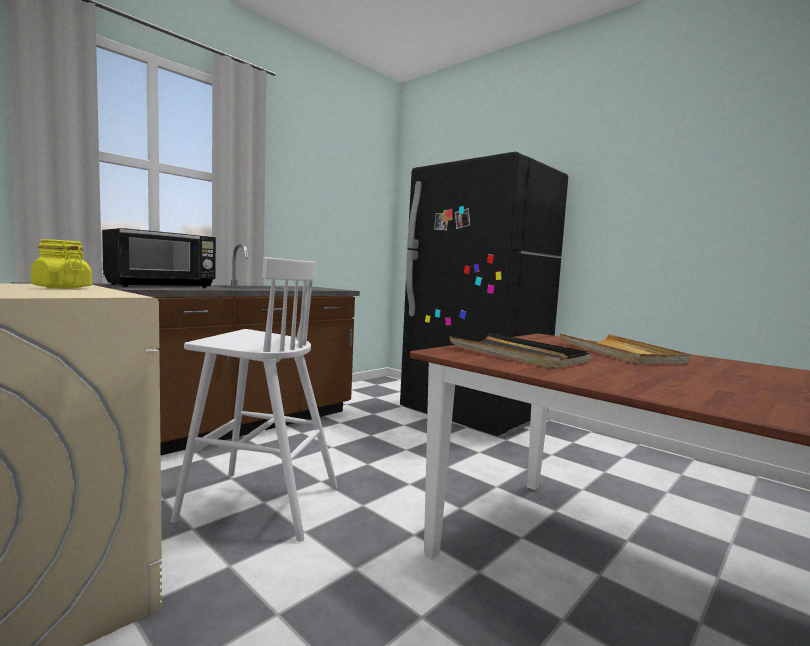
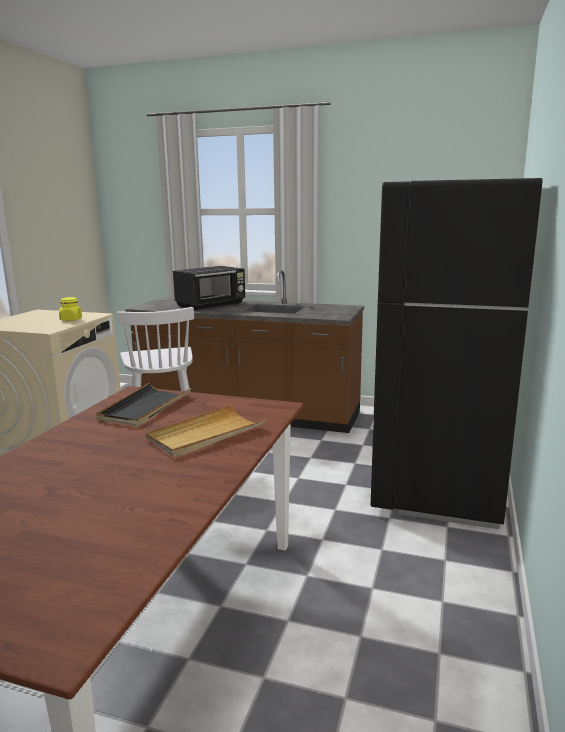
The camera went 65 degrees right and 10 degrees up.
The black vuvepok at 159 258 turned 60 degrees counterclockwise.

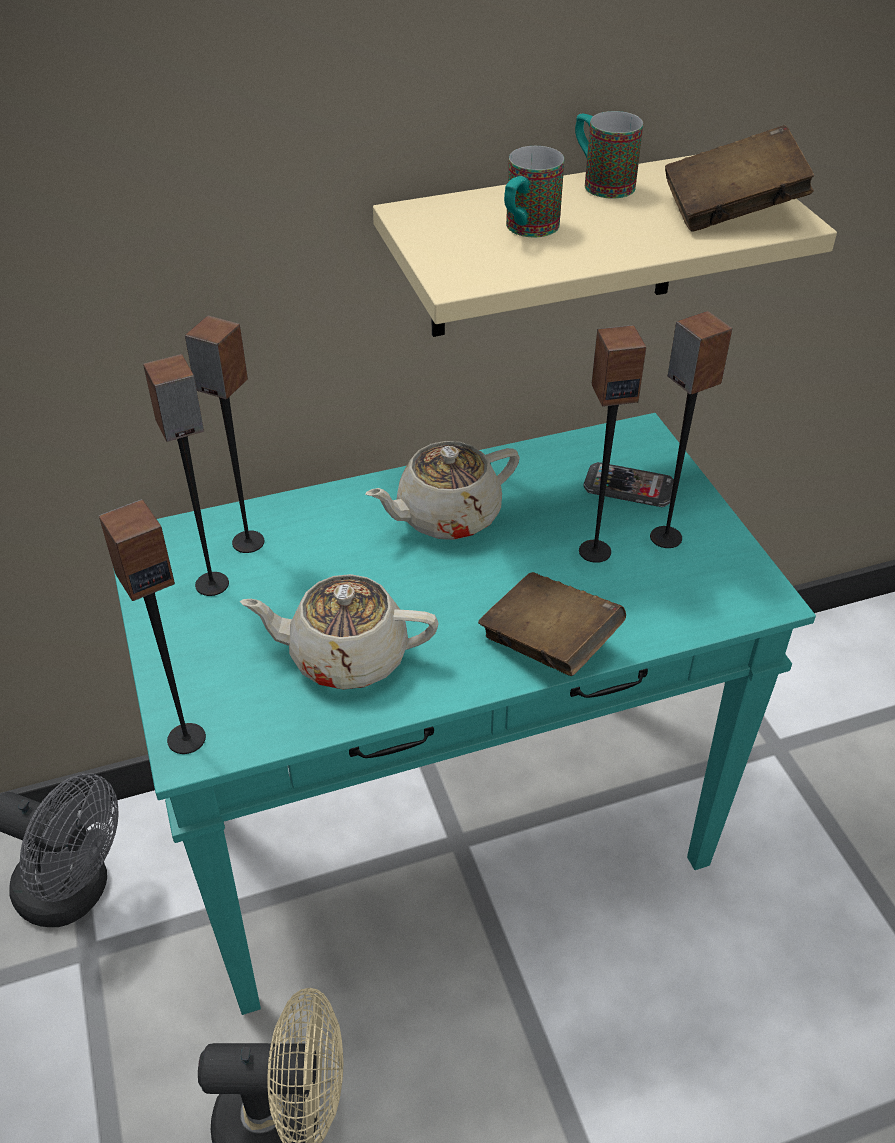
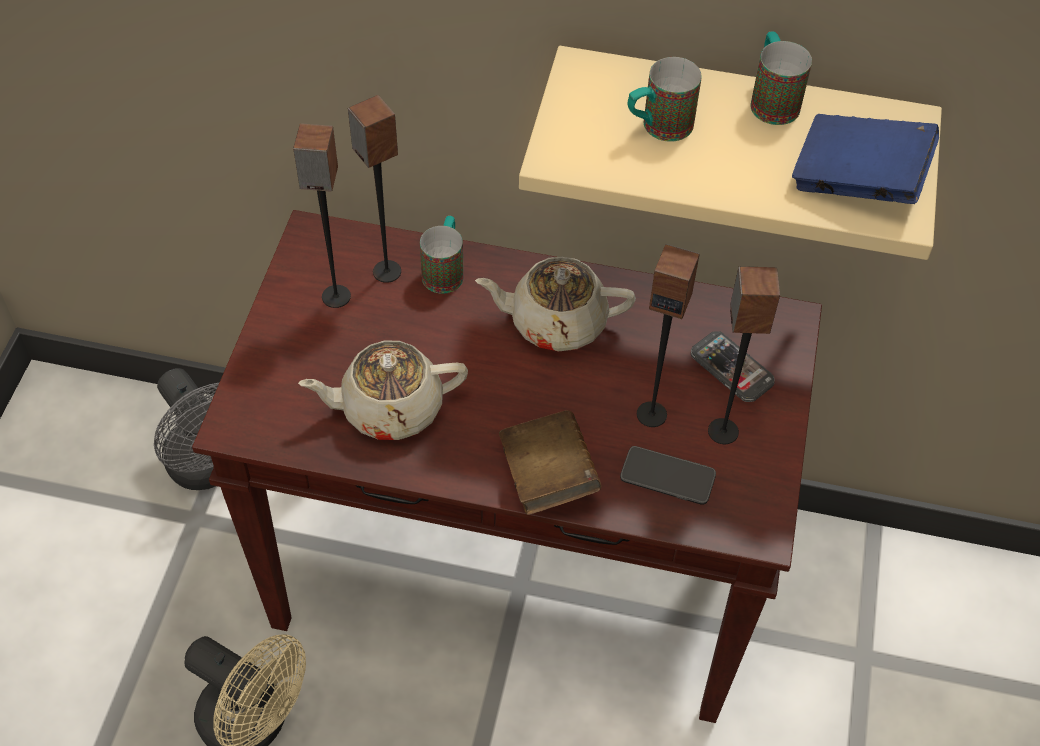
The camera went 30 degrees right and 10 degrees up.
The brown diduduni at 739 178 became the blue diduduni at 865 159.
The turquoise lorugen at 464 714 became the brown lorugen at 507 466.
The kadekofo at 152 626 disappeared.
The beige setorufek at 339 631 turned 45 degrees counterclockwise.
The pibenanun at 442 255 appeared.
The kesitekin at 668 475 appeared.

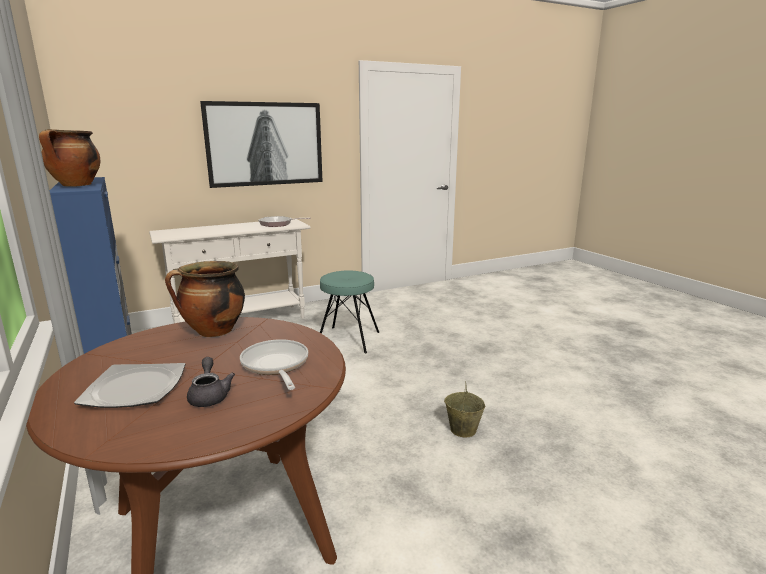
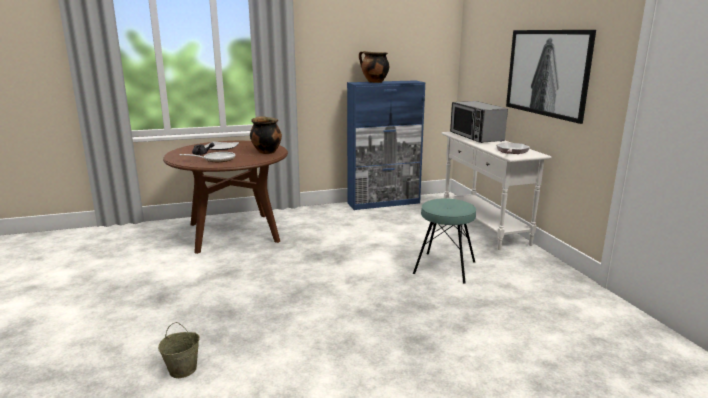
The camera went 100 degrees right and 0 degrees up.
The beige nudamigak moved from 464 410 to 179 350.
The vuvepok at 479 122 appeared.

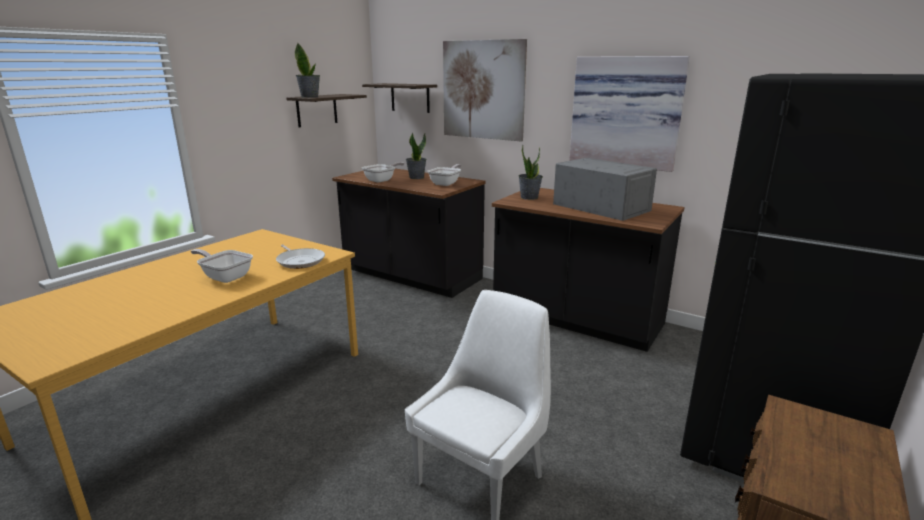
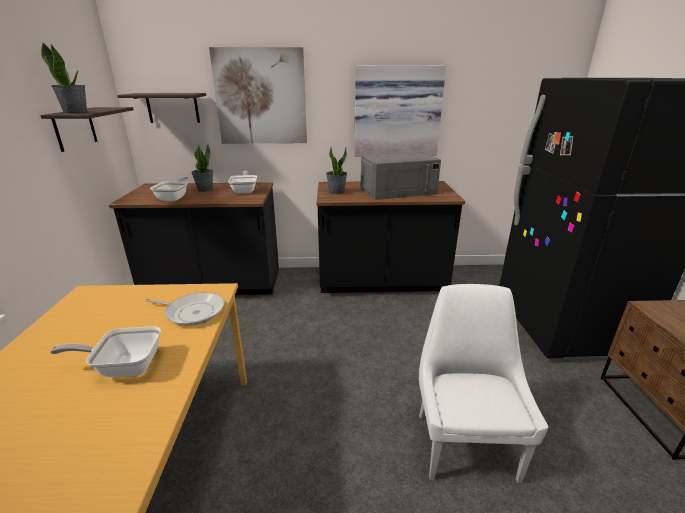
The camera went 35 degrees left and 5 degrees up.
The grey vuvepok at 605 189 turned 150 degrees clockwise.

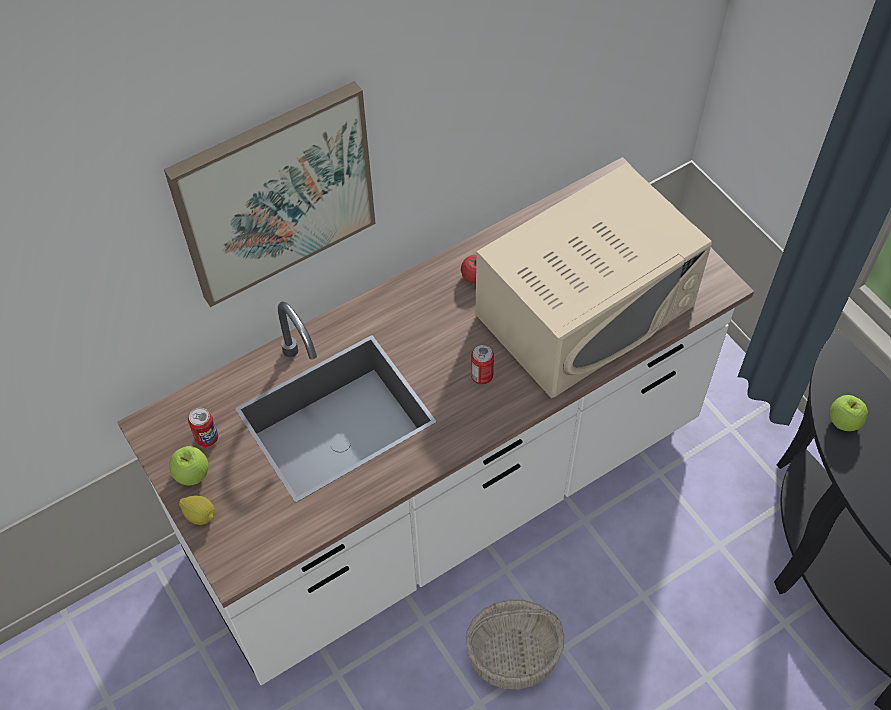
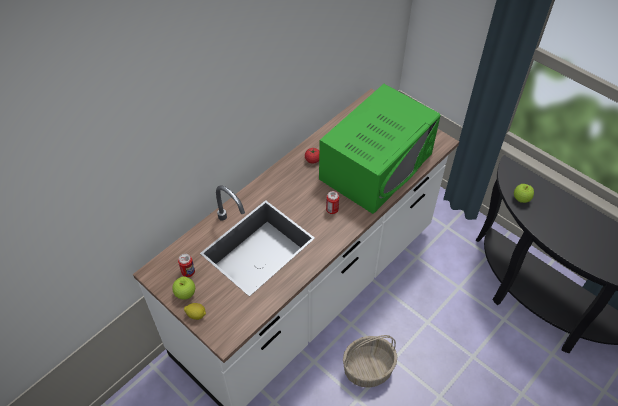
The camera went 15 degrees left and 5 degrees down.
The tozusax at 270 194 disappeared.
The beige vuvepok at 593 280 became the green vuvepok at 379 149.

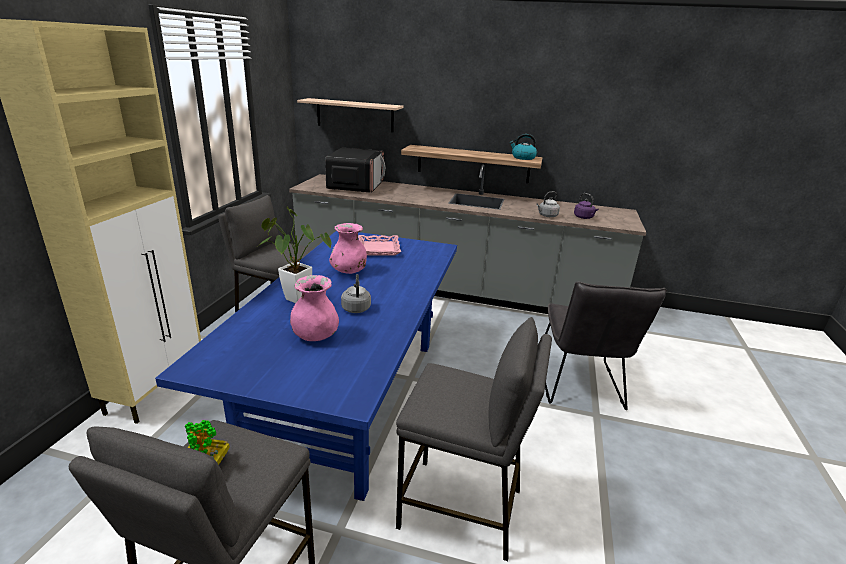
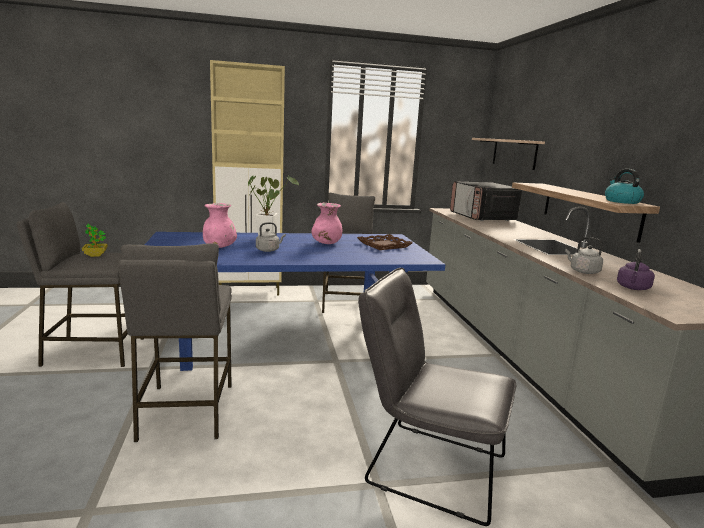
The camera went 65 degrees right and 10 degrees down.
The vuvepok at 355 170 turned 90 degrees clockwise.
The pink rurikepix at 379 245 became the brown rurikepix at 385 242.
The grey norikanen at 606 346 turned 45 degrees clockwise.

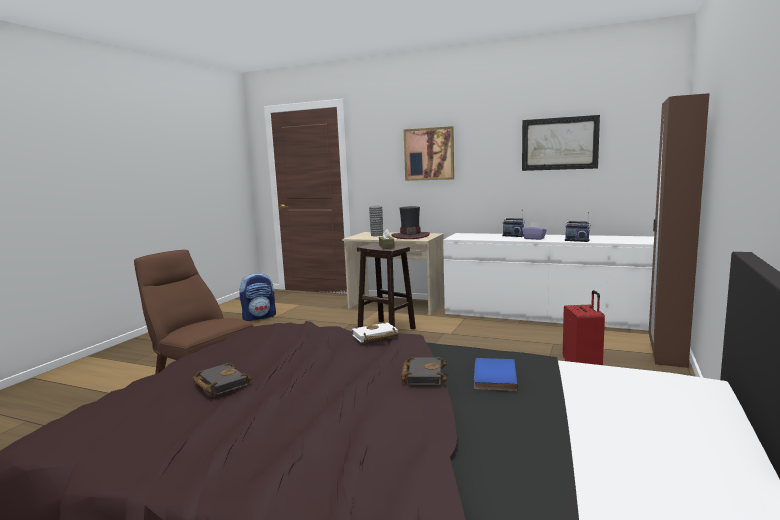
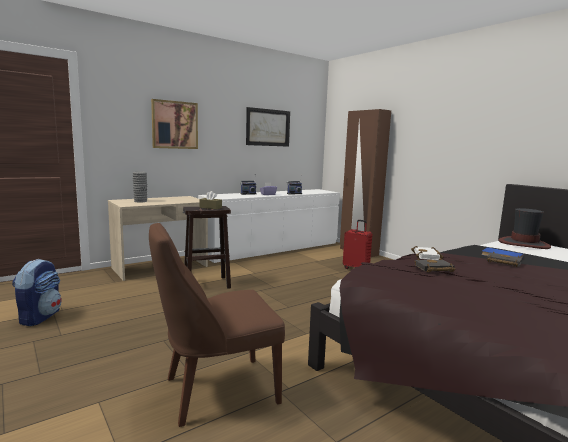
The camera went 60 degrees left and 0 degrees up.
The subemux moved from 410 222 to 525 228.
The black diduduni moved from 222 378 to 434 265.

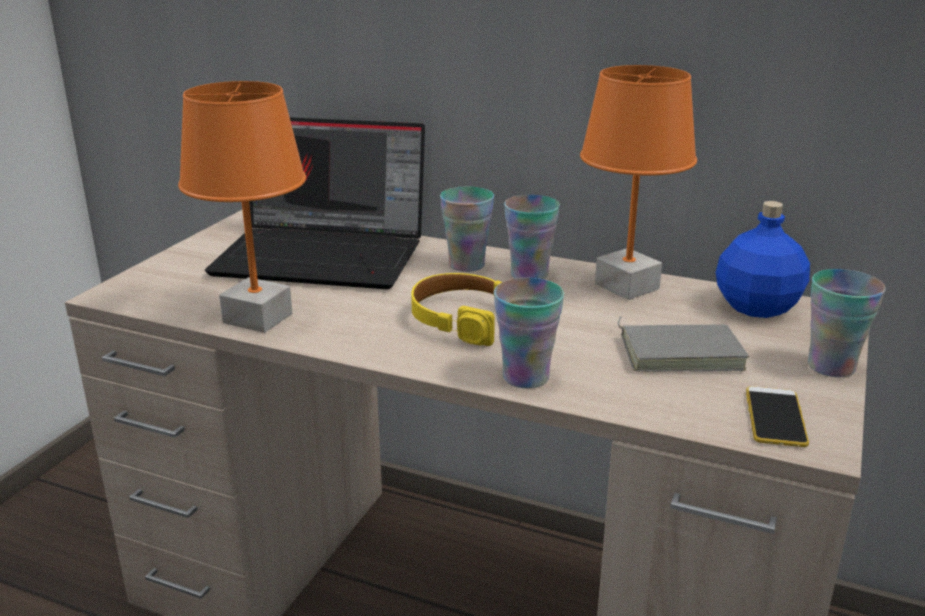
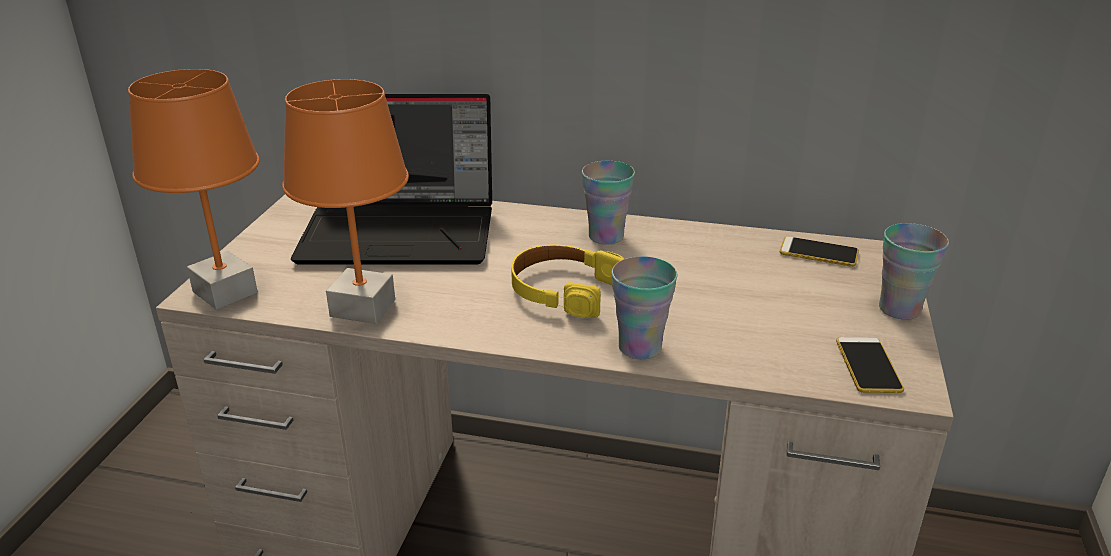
The camera went 10 degrees left and 5 degrees up.
The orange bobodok moved from 638 182 to 193 189.
The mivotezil at 467 229 disappeared.
The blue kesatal at 763 259 was replaced by the kesitekin at 819 251.
The grey diduduni at 683 344 disappeared.

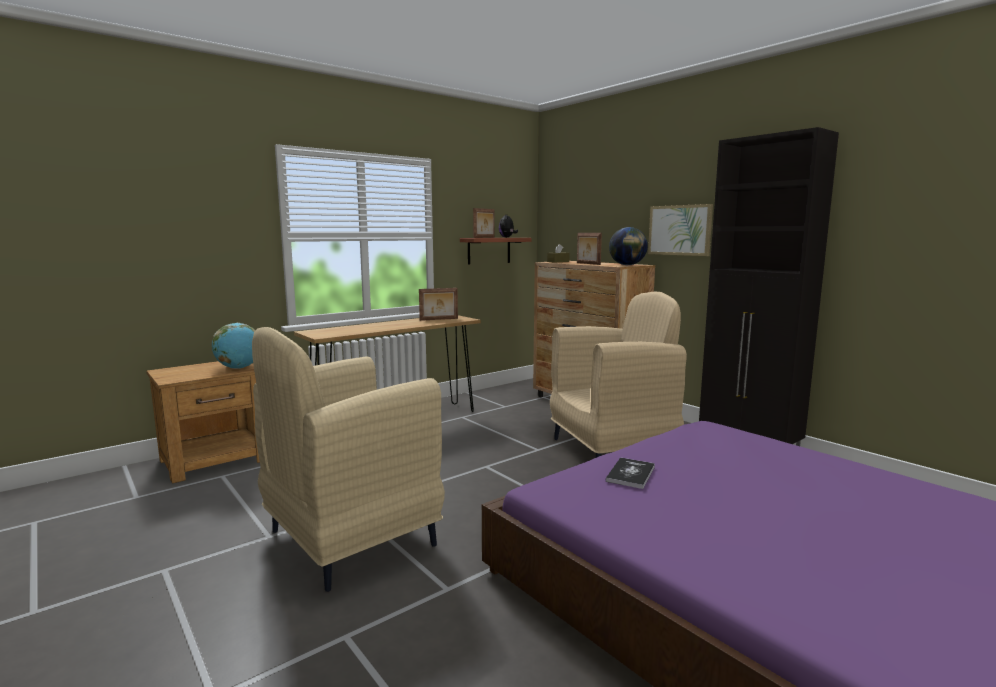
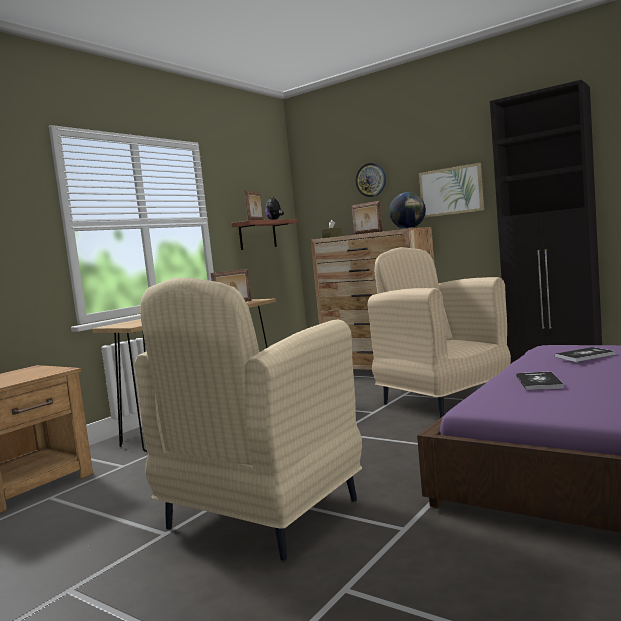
The camera went 15 degrees left and 5 degrees down.
The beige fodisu at 618 374 turned 90 degrees counterclockwise.
The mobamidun at 233 346 disappeared.
The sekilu at 371 180 appeared.
The diduduni at 585 354 appeared.

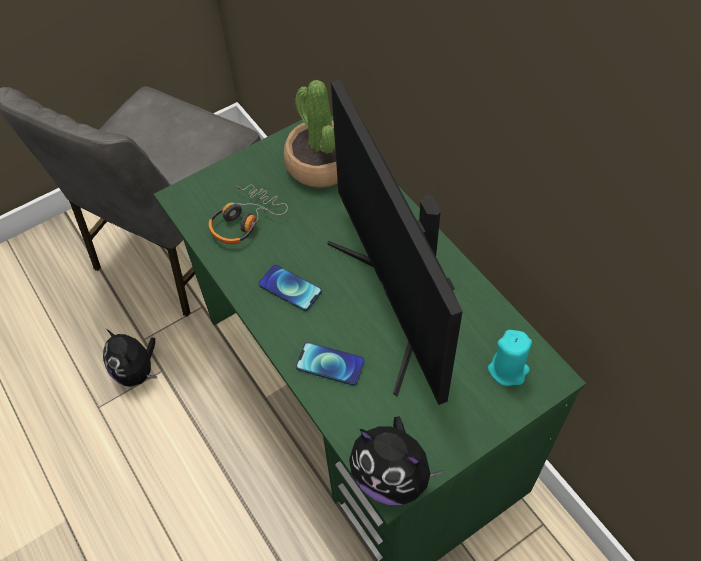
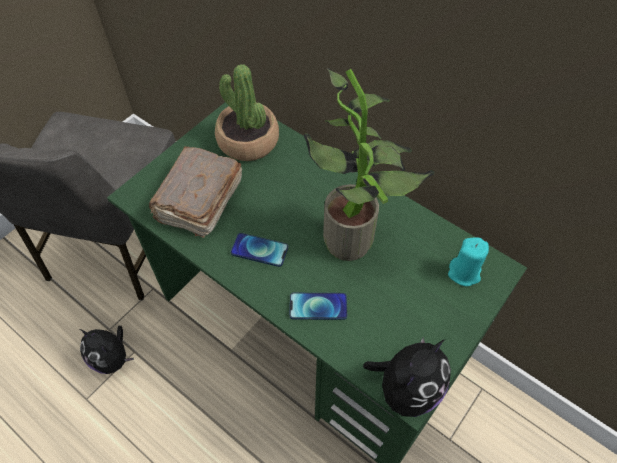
The camera went 20 degrees left and 0 degrees up.
The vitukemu at 395 242 was replaced by the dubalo at 369 164.
The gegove at 248 214 was replaced by the brown diduduni at 195 192.
The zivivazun at 396 460 turned 60 degrees counterclockwise.

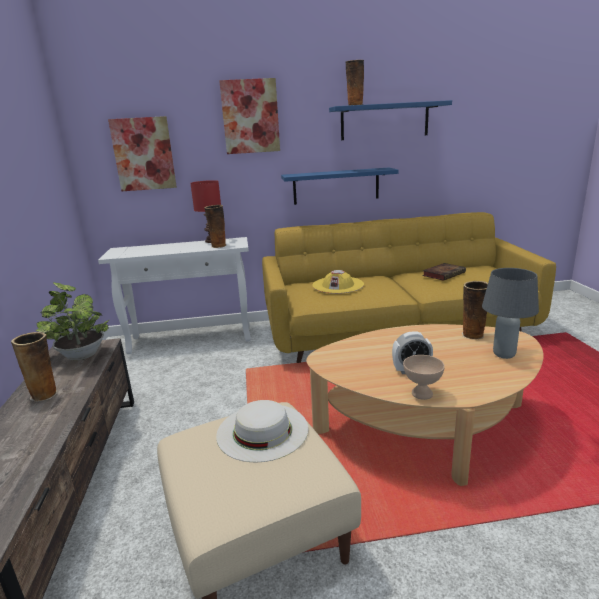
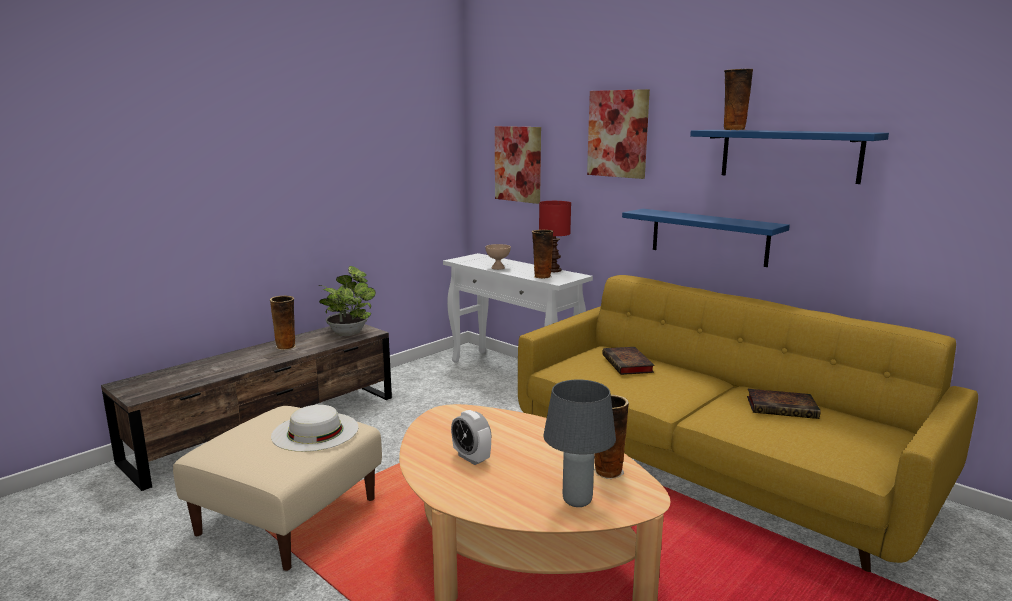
The camera went 50 degrees right and 5 degrees down.
The yellow subemux at 338 282 was replaced by the diduduni at 628 361.
The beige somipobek moved from 424 377 to 498 257.

